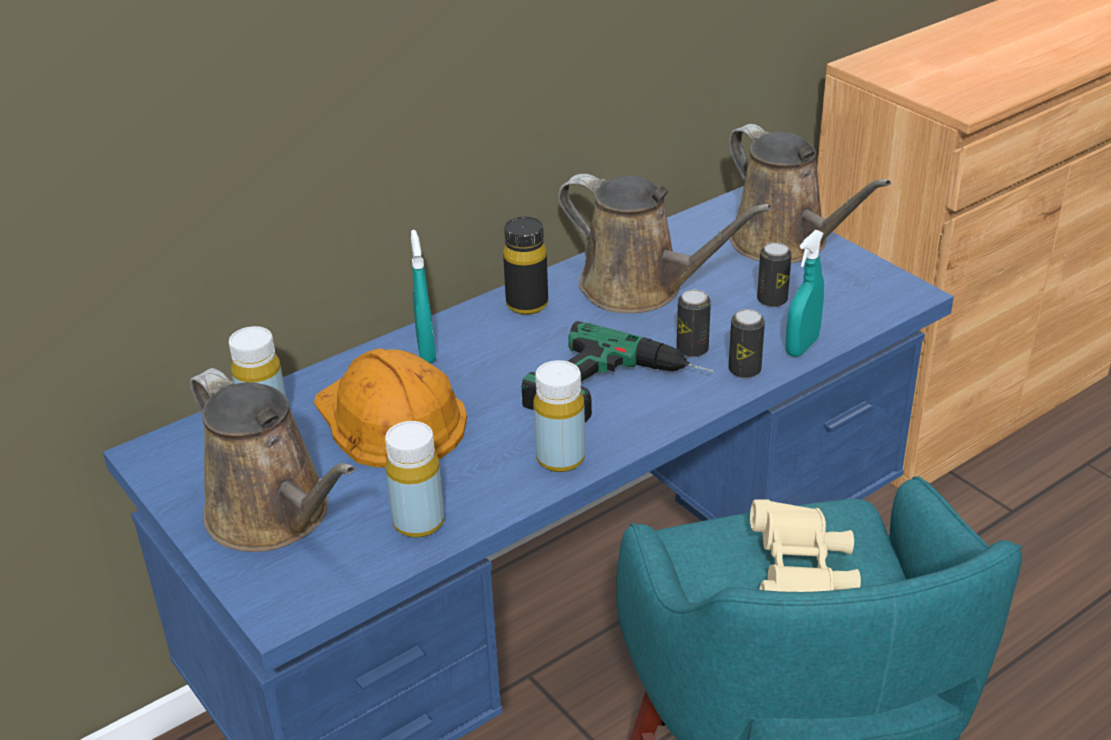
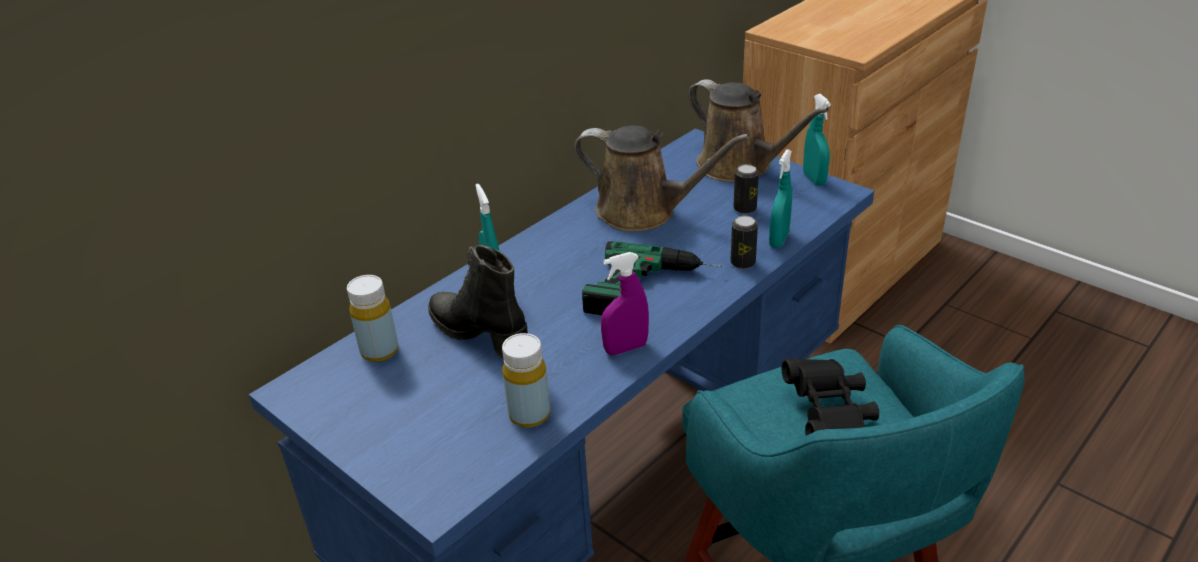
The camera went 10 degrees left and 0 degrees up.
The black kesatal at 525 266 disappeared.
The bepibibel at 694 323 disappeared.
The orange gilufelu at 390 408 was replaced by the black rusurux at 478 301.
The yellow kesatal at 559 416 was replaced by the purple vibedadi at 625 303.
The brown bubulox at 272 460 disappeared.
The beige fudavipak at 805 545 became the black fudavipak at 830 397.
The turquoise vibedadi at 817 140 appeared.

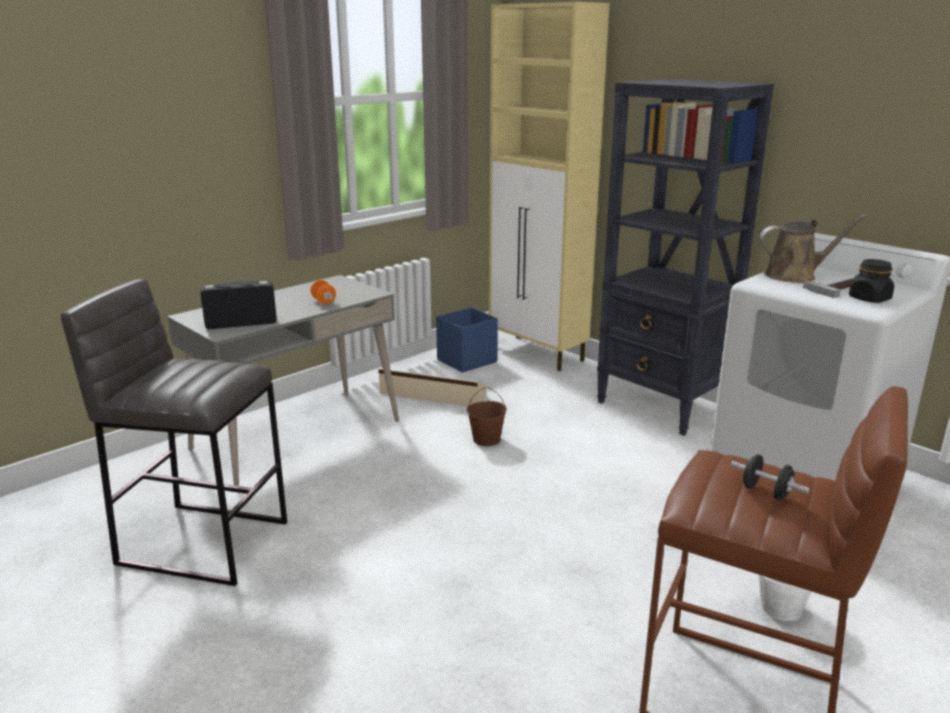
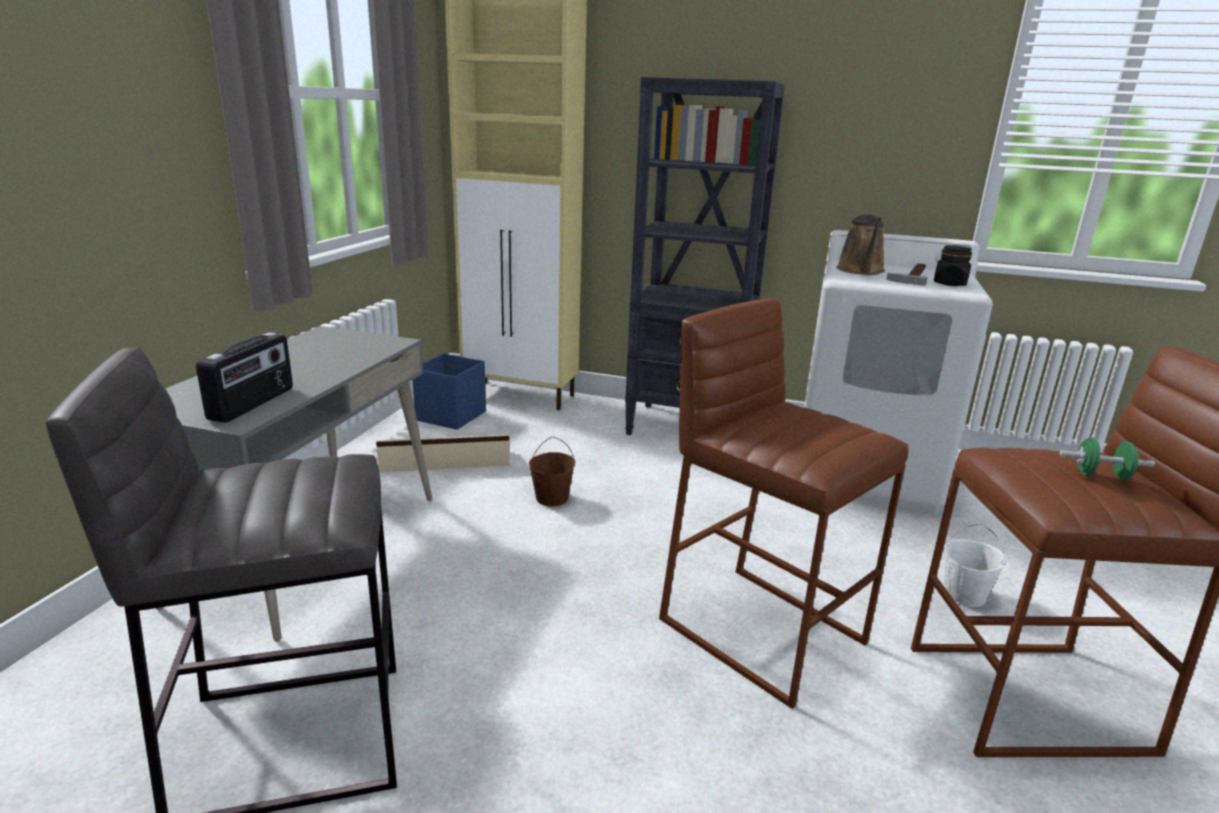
The camera went 30 degrees left and 0 degrees up.
The brown bubulox at 813 248 turned 135 degrees clockwise.
The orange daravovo at 323 292 disappeared.
The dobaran at 238 305 turned 150 degrees clockwise.
The black daravovo at 770 477 became the green daravovo at 1107 458.
The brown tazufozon at 783 503 appeared.

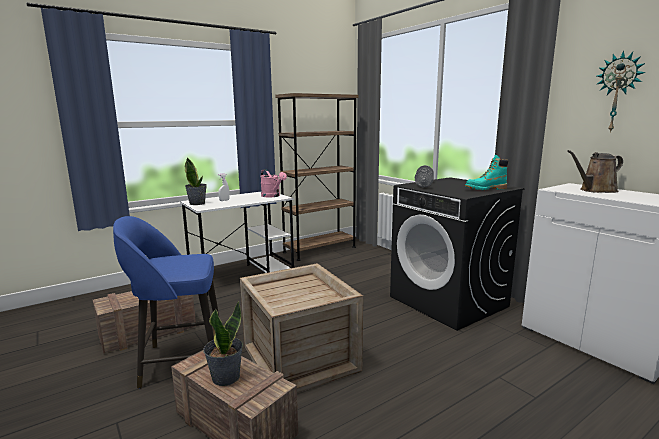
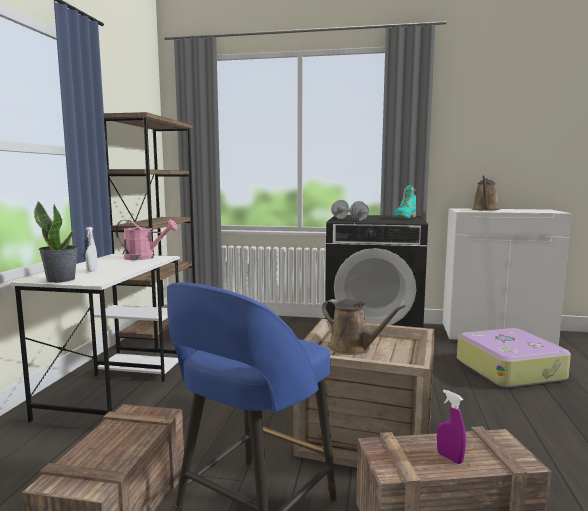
The camera went 45 degrees left and 5 degrees down.
The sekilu at 621 92 disappeared.
The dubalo at 223 344 was replaced by the purple vibedadi at 451 427.
The brown bubulox at 364 327 appeared.
The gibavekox at 514 358 appeared.

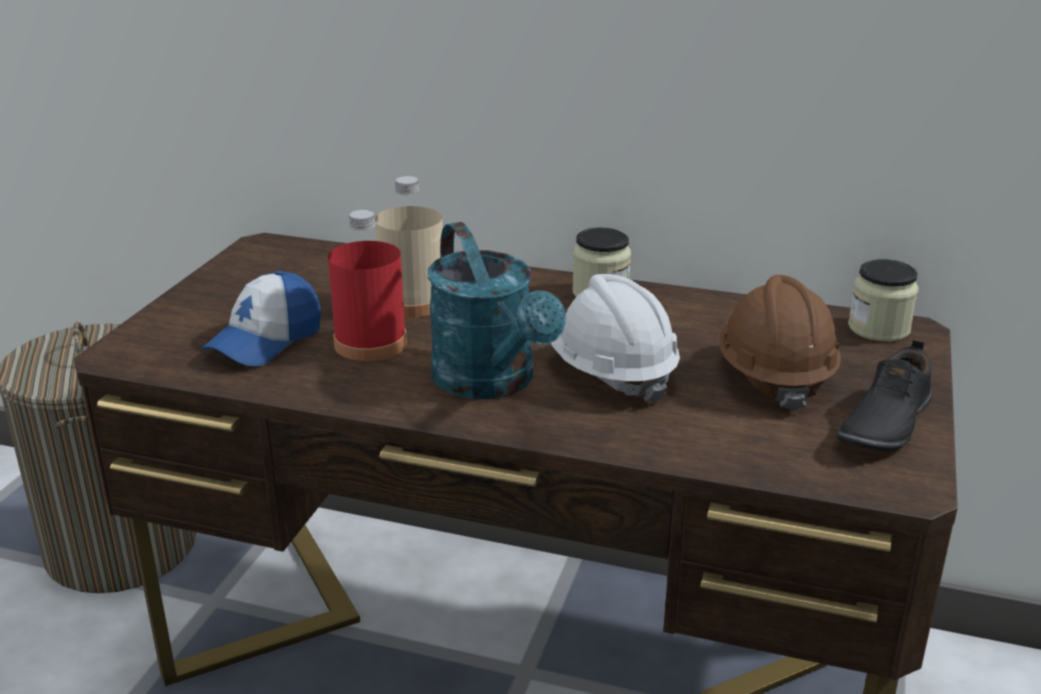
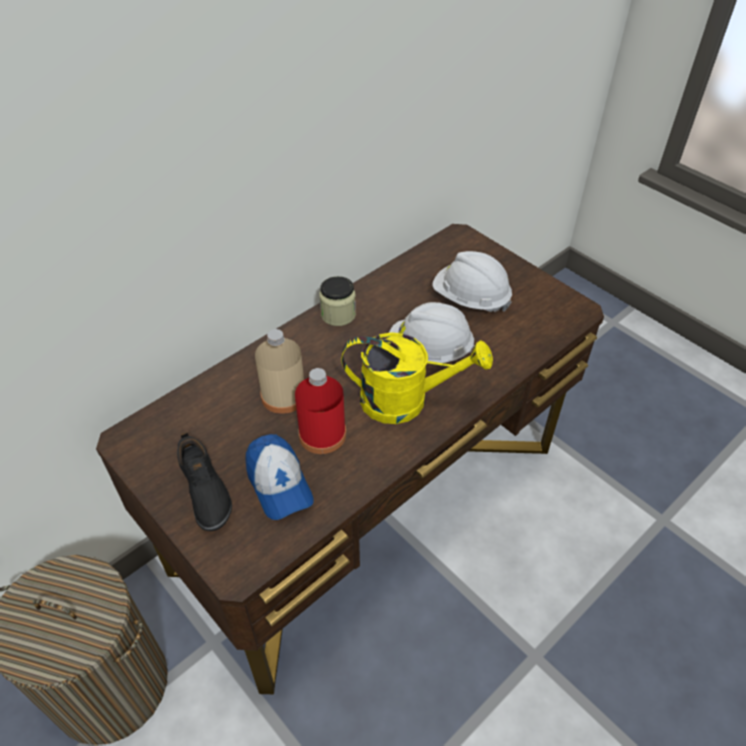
The camera went 60 degrees left and 20 degrees up.
The turquoise bubulox at 497 310 became the yellow bubulox at 417 378.
The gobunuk at 883 300 disappeared.
The brown gilufelu at 780 343 became the white gilufelu at 472 281.
The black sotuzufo moved from 884 395 to 204 481.

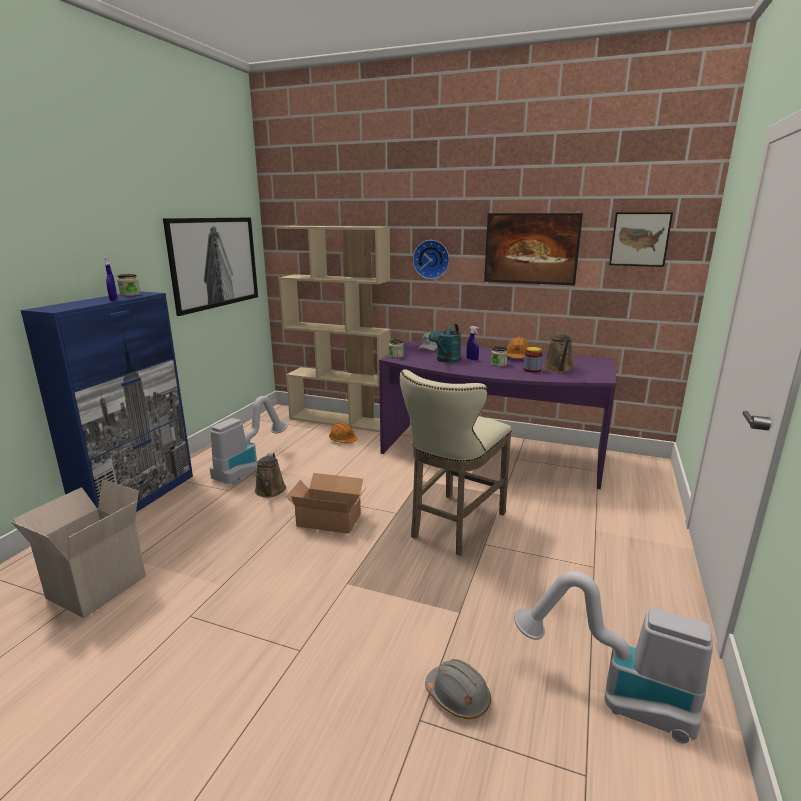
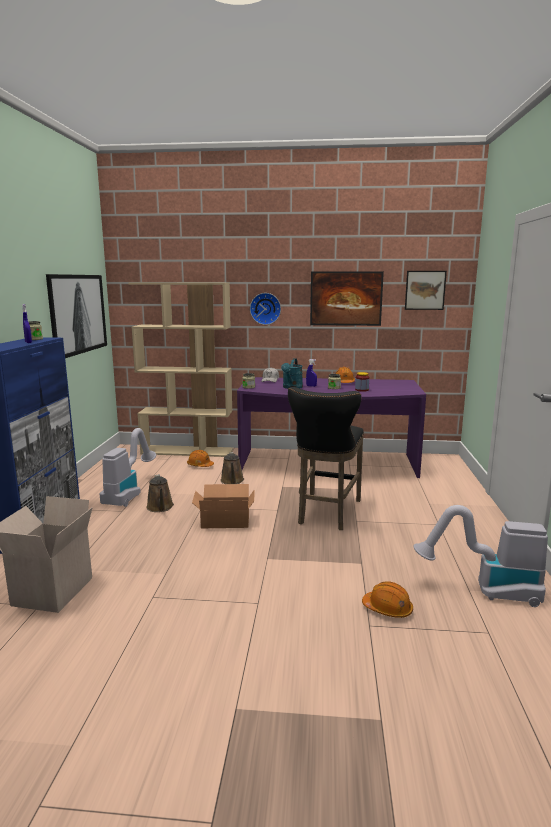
The camera went 15 degrees left and 5 degrees down.
The brown bubulox moved from 558 353 to 232 468.
The beige tazufozon at 456 462 became the black tazufozon at 326 458.
The grey gilufelu at 458 689 became the orange gilufelu at 387 599.

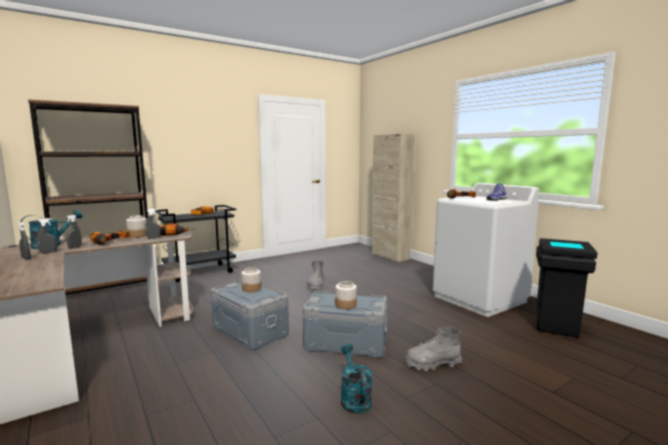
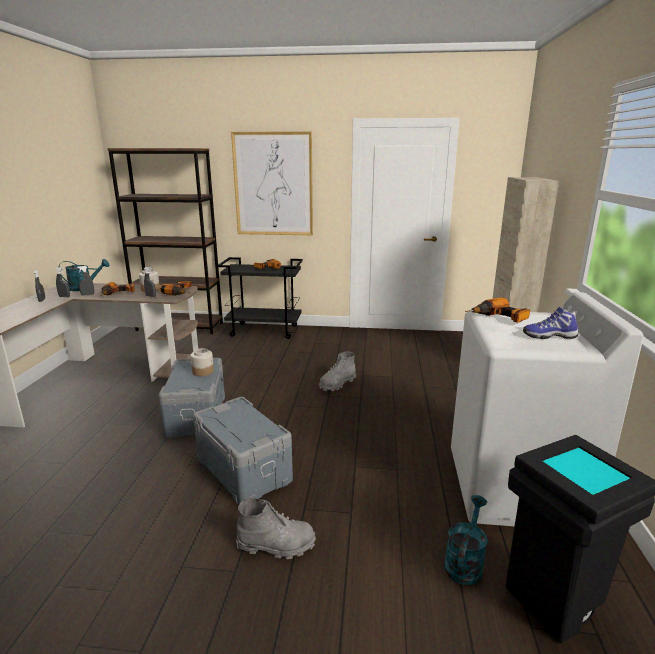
The camera went 40 degrees right and 10 degrees up.
The gobunuk at 346 295 disappeared.
The grey rusurux at 433 349 turned 150 degrees clockwise.
The turquoise bubulox moved from 356 379 to 466 540.
The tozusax at 272 183 appeared.

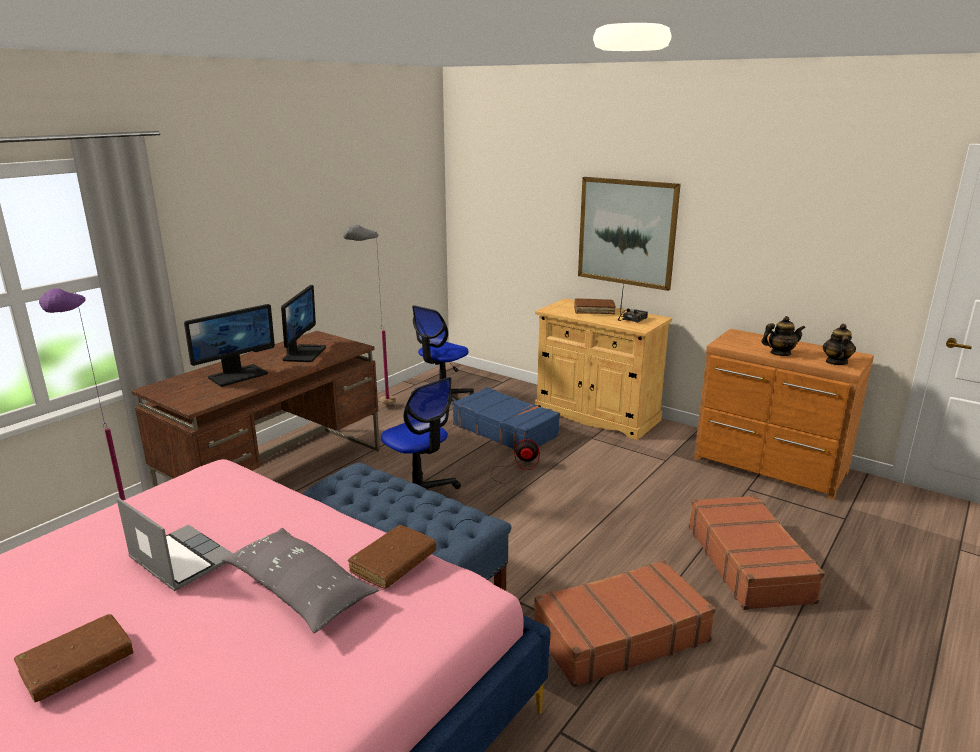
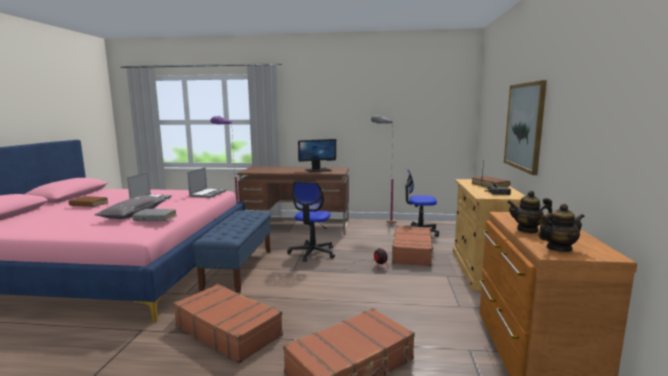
The camera went 60 degrees right and 10 degrees down.
The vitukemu at 229 345 disappeared.
The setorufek at 783 336 turned 135 degrees clockwise.
The blue gibavekox at 506 418 became the brown gibavekox at 413 246.
The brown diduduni at 392 557 became the grey diduduni at 154 215.
The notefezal at 206 182 appeared.

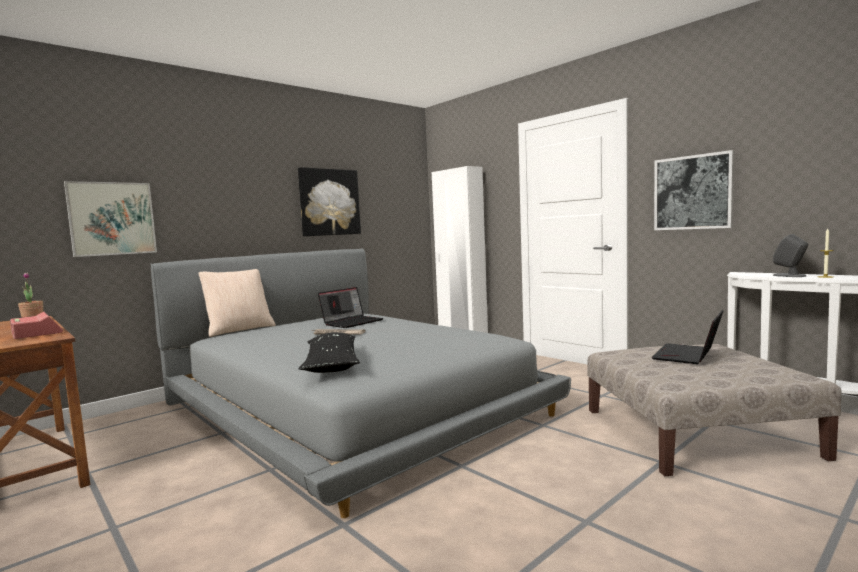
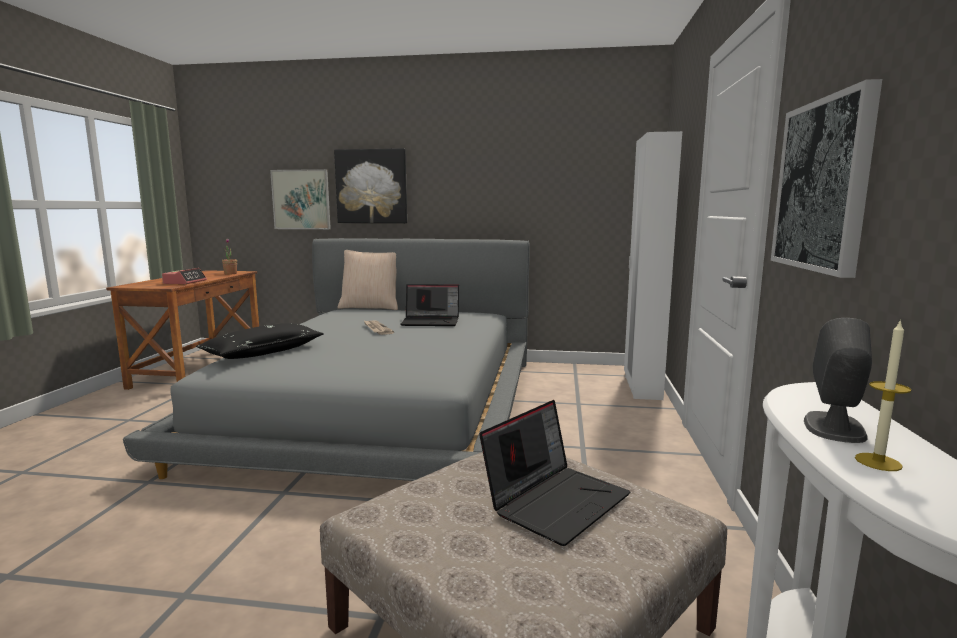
The camera went 50 degrees right and 5 degrees up.
The tozusax moved from 329 201 to 370 185.
The notefezal at 688 337 turned 135 degrees clockwise.

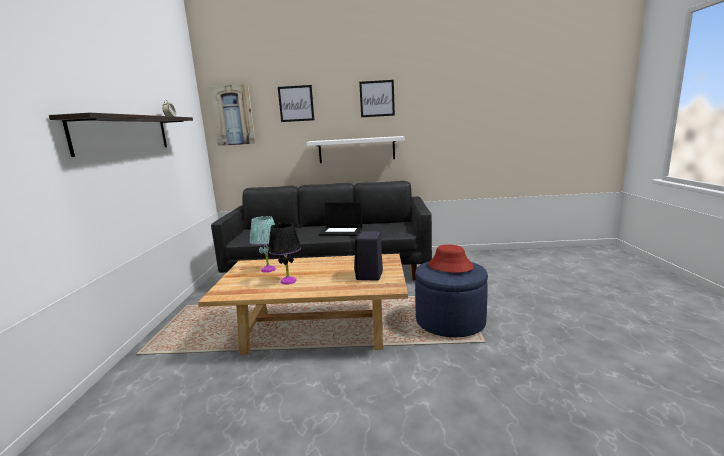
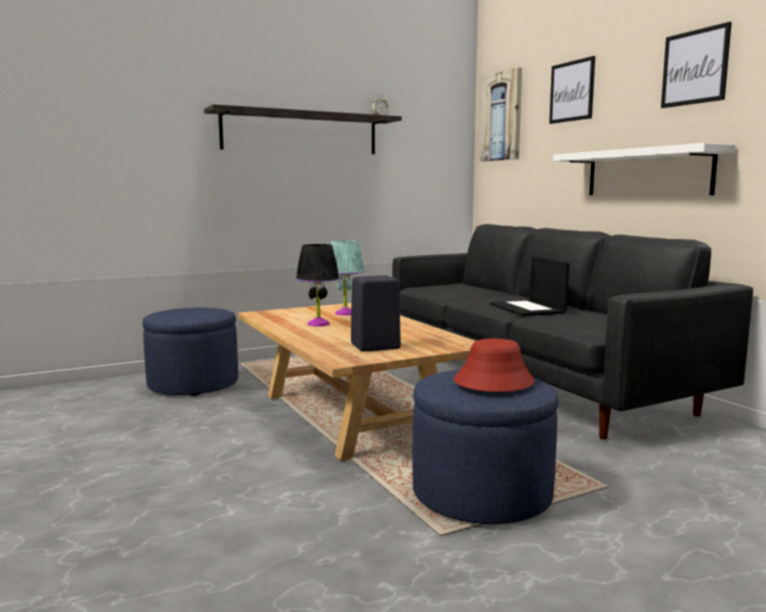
The camera went 60 degrees right and 5 degrees down.
The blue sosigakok at 190 352 appeared.

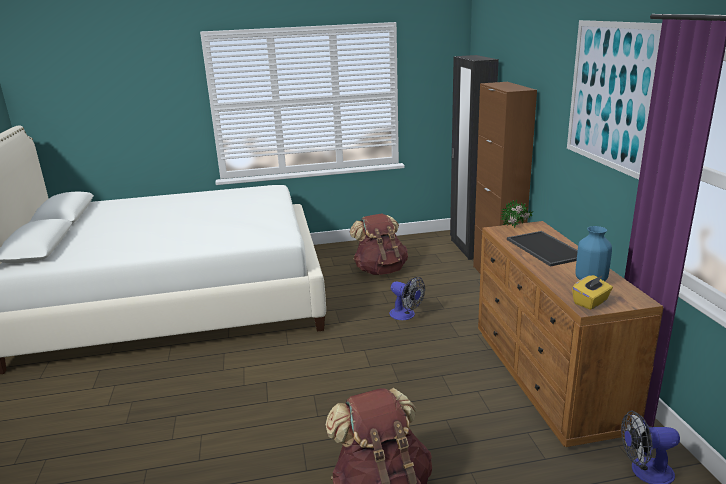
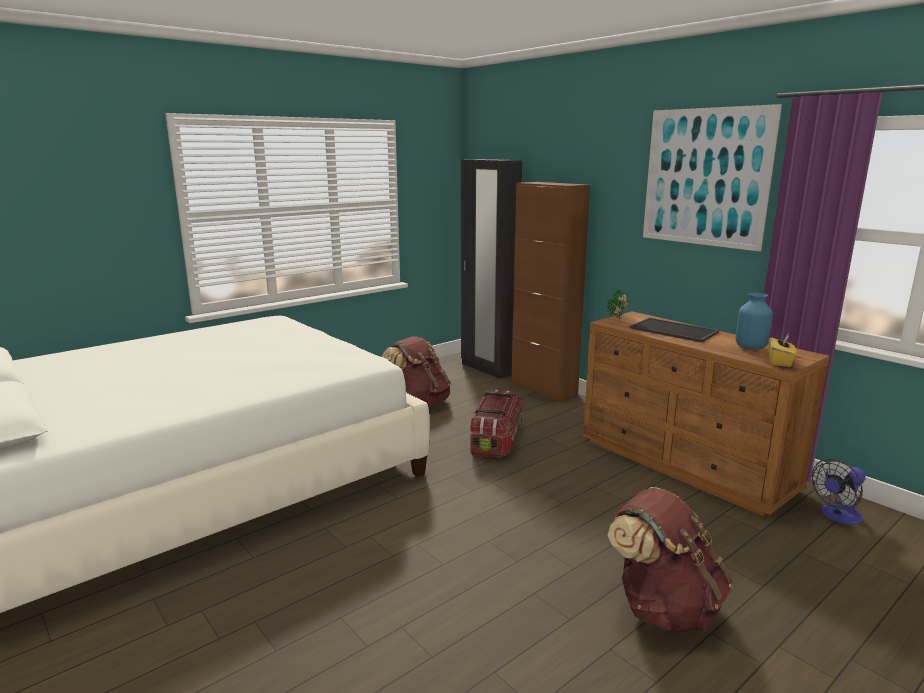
The camera went 30 degrees left and 5 degrees down.
The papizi at 407 298 was replaced by the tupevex at 496 424.

